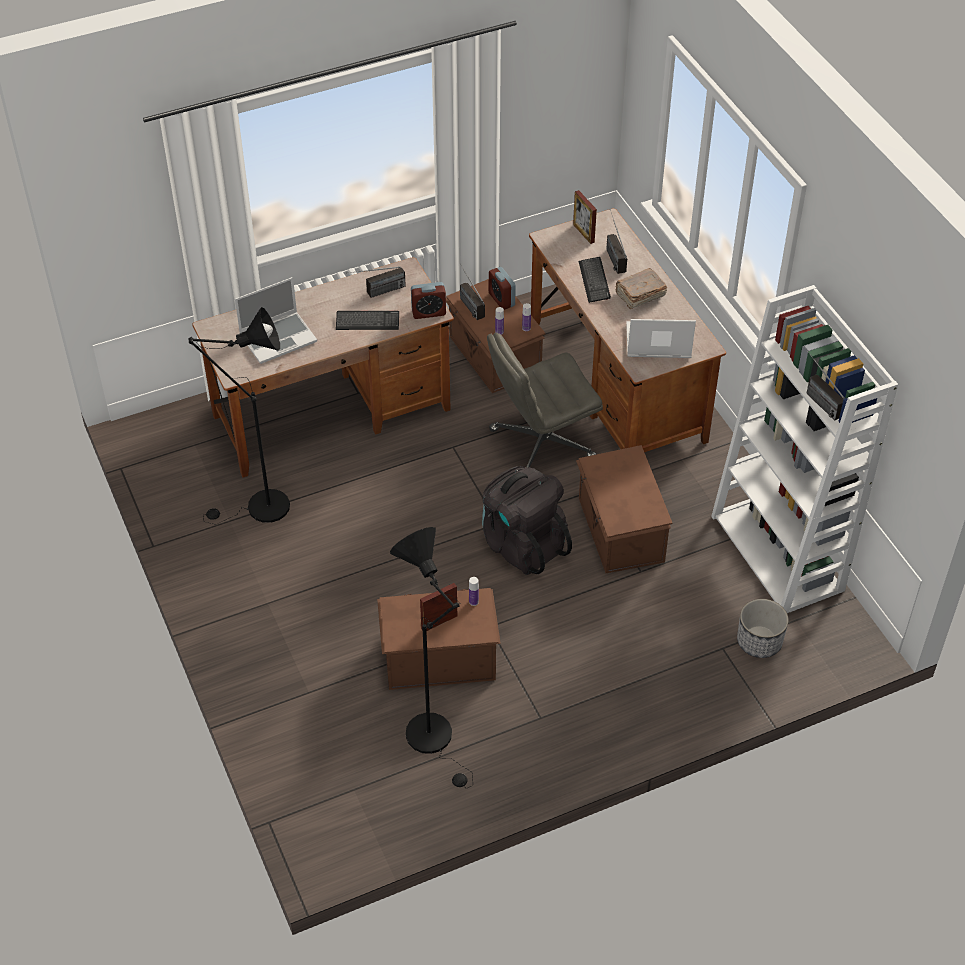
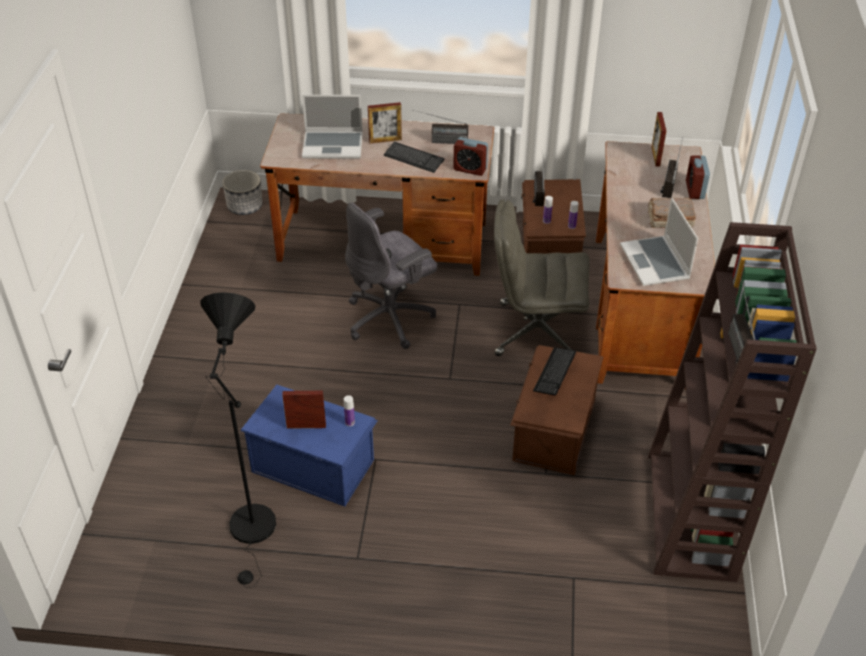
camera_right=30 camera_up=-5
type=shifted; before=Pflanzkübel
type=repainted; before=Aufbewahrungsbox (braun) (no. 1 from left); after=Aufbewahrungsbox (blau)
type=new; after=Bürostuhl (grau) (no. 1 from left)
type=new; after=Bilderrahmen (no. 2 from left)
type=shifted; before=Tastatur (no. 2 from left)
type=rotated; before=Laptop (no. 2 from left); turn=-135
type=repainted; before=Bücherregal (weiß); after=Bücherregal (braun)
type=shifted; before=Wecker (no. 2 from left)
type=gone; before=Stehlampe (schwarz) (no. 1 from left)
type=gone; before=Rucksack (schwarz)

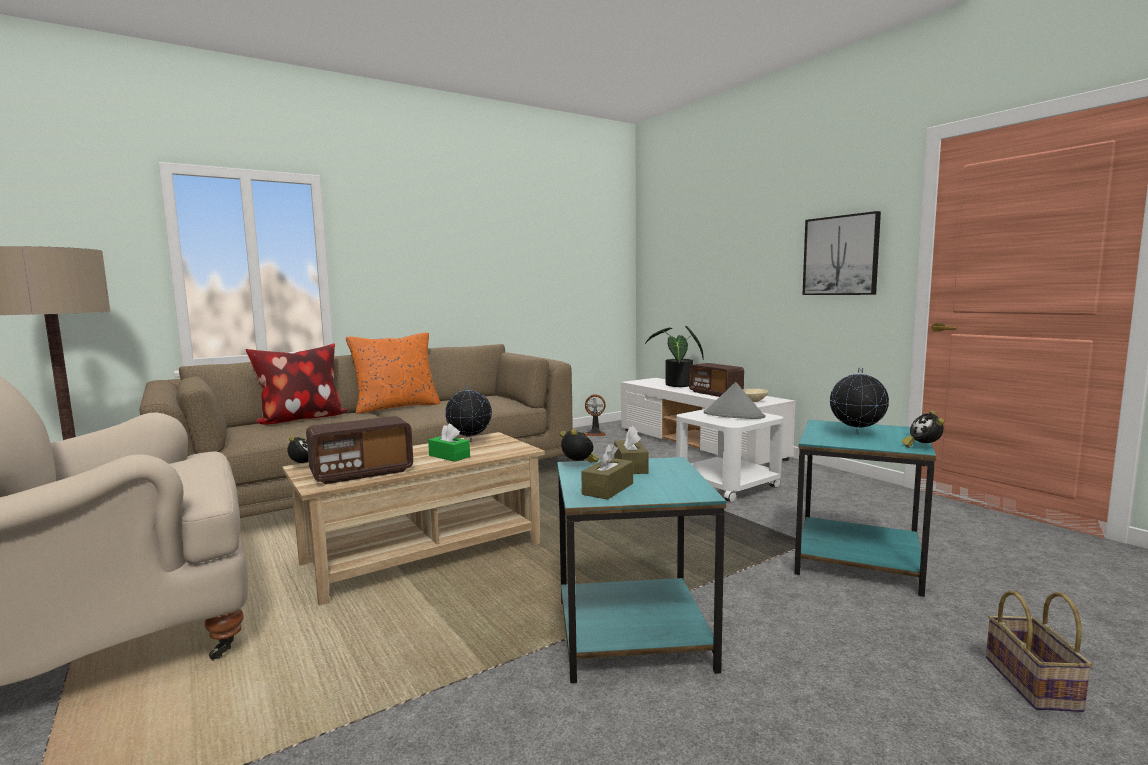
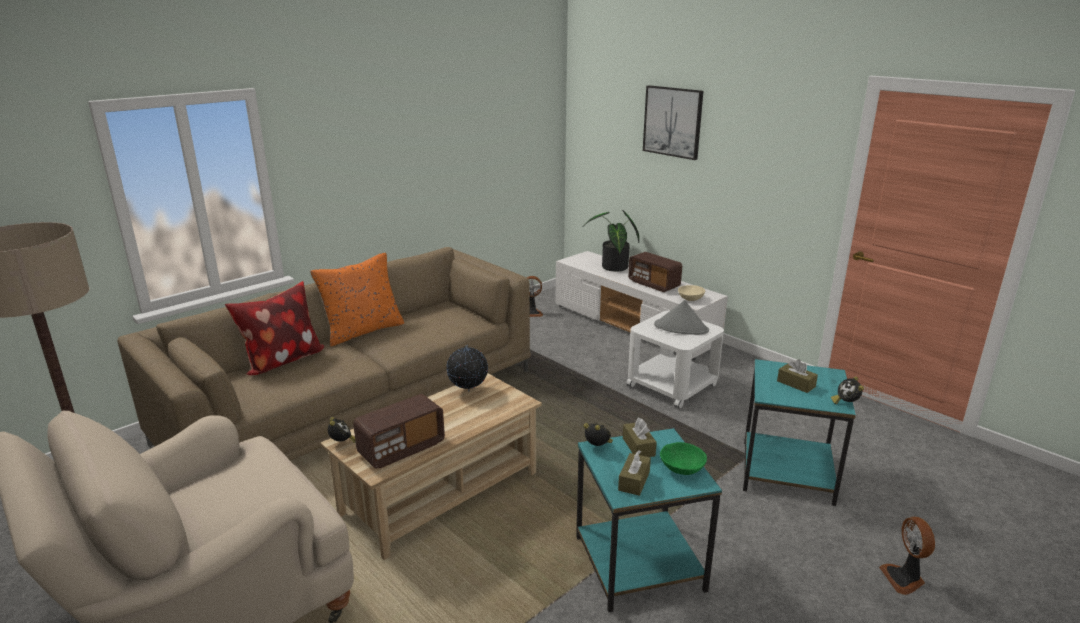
camera_right=-10 camera_up=15
type=shifted; before=Bild
type=new; after=Schüssel (grün)
type=swapped; before=Globus (no. 2 from left); after=Taschentuchbox (braun) (no. 3 from left)
type=swapped; before=Korb; after=Ventilator (no. 2 from left)
type=gone; before=Taschentuchbox (grün)

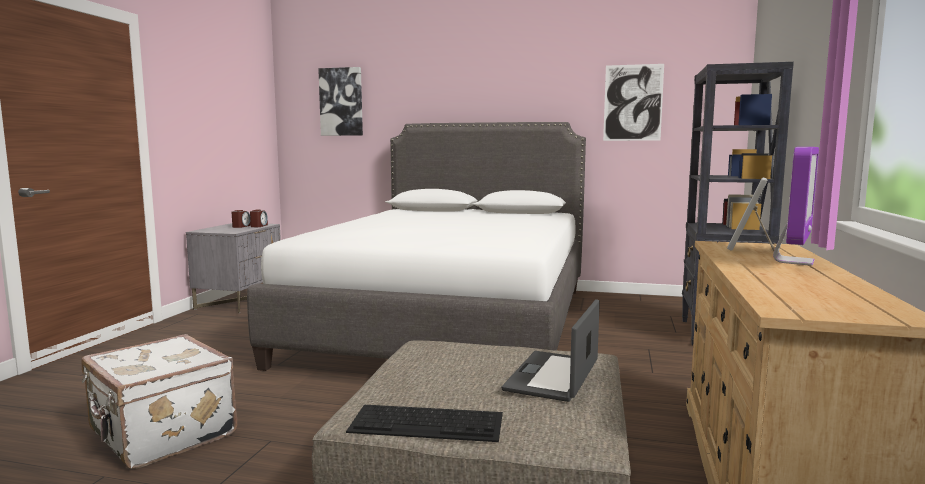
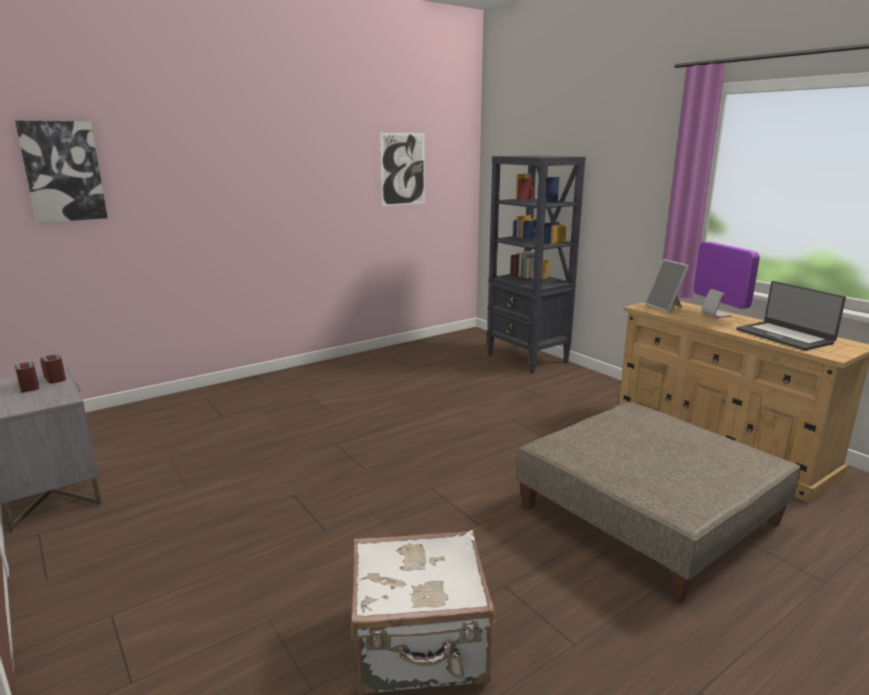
camera_right=-50 camera_up=10
type=shifted; before=Laptop
type=gone; before=Bett (weiß)
type=gone; before=Tastatur

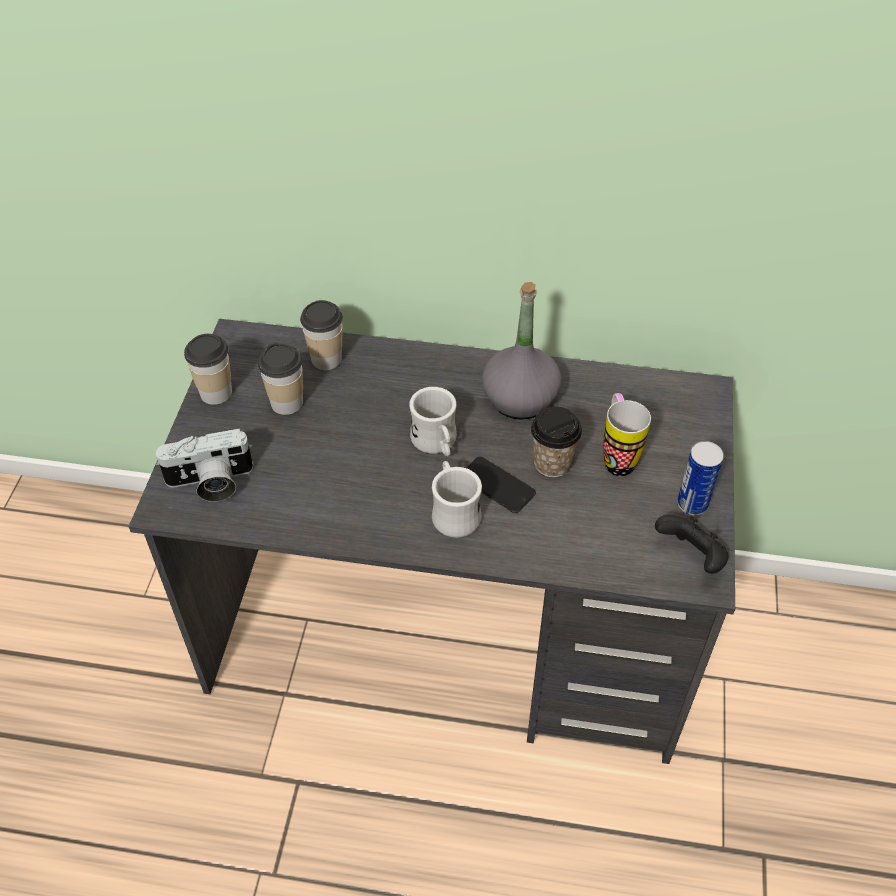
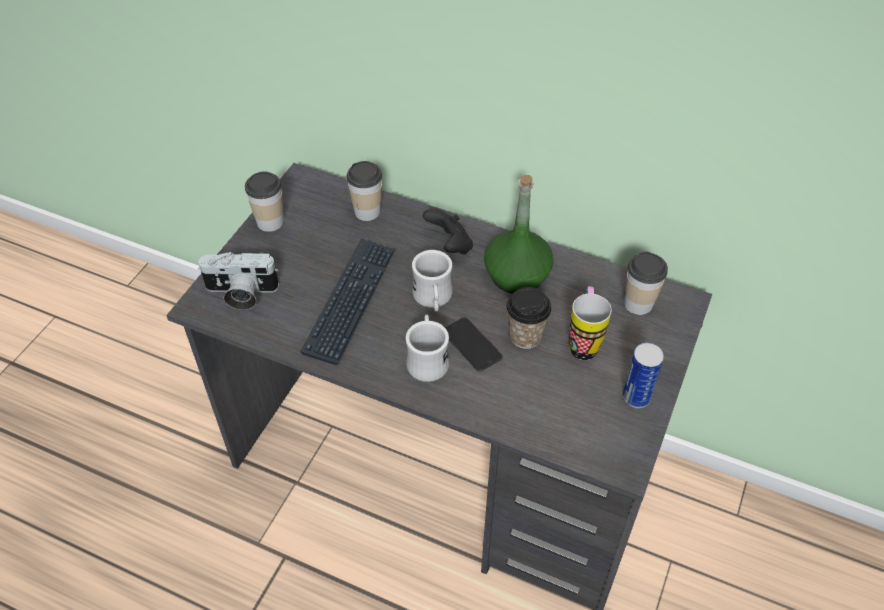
camera_right=15 camera_up=0
type=new; after=Tastatur
type=shifted; before=Gamepad (schwarz)
type=repainted; before=Flasche (grau); after=Flasche (grün)
type=shifted; before=Tasse (no. 2 from left in the first image); after=Tasse (no. 4 from left)

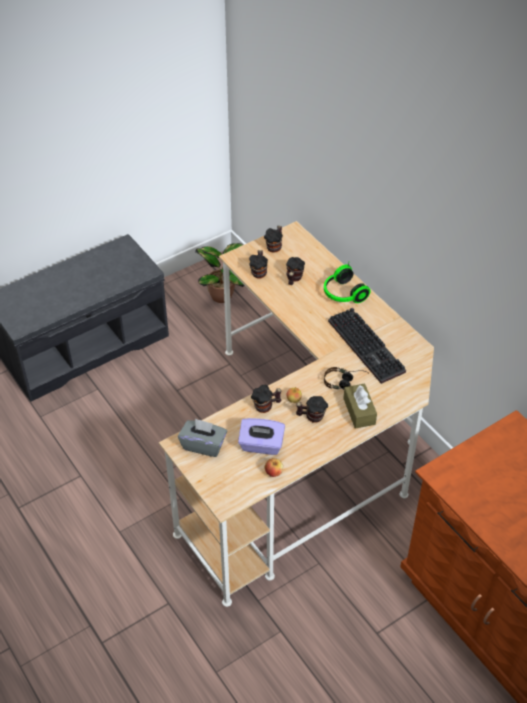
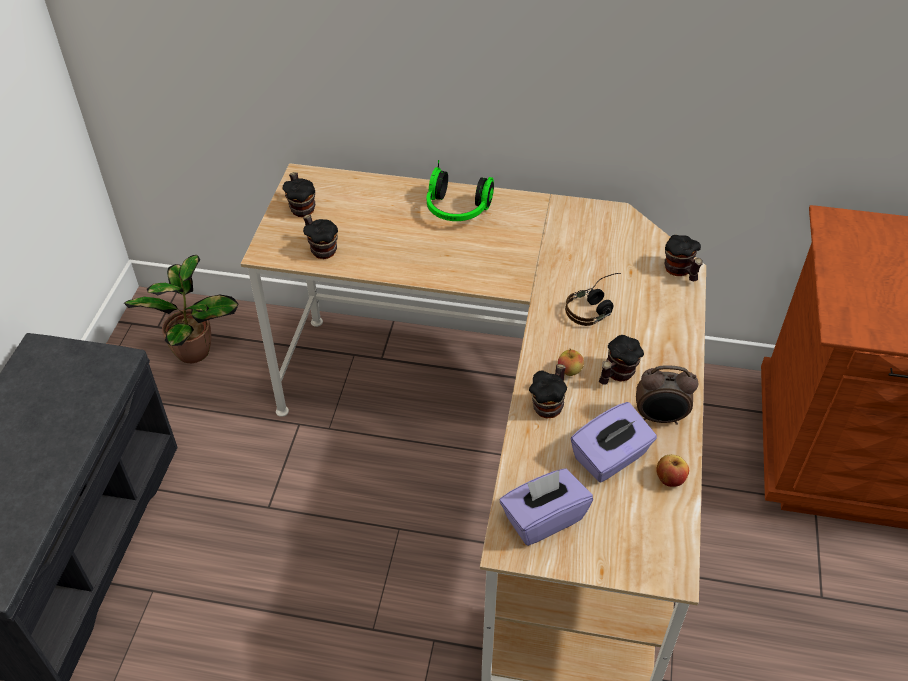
camera_right=-45 camera_up=0
type=repainted; before=Taschentuchbox (grau); after=Taschentuchbox (lila) (no. 1 from left)
type=new; after=Wecker
type=shifted; before=Henkelbecher (no. 4 from left in the first image); after=Henkelbecher (no. 5 from left)
type=gone; before=Tastatur
type=gone; before=Taschentuchbox (braun)

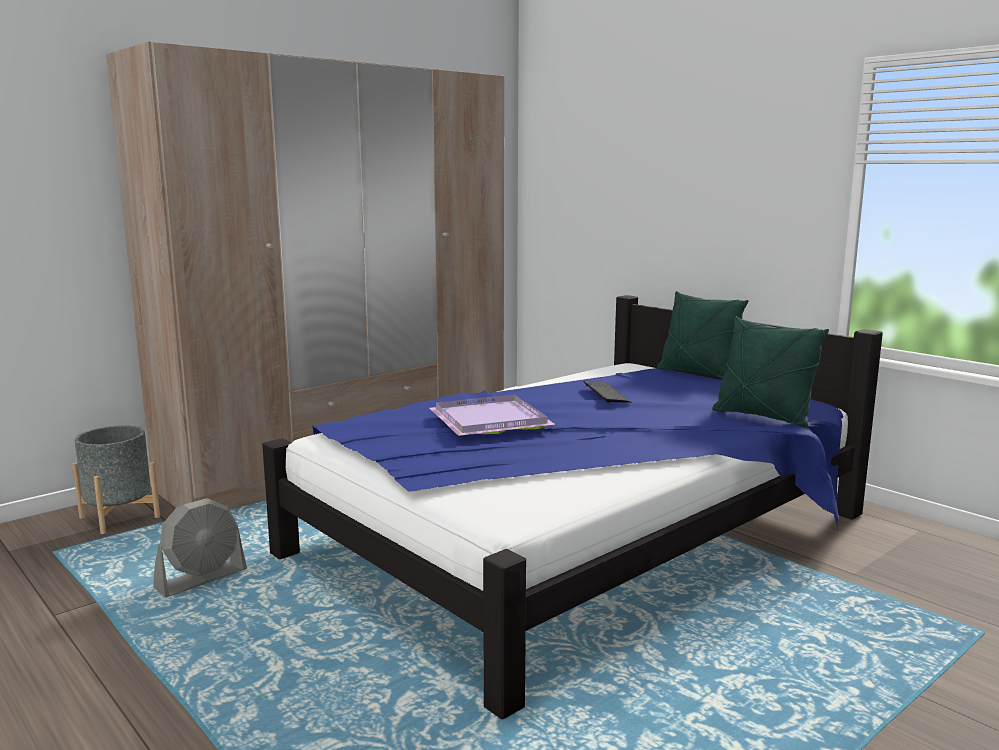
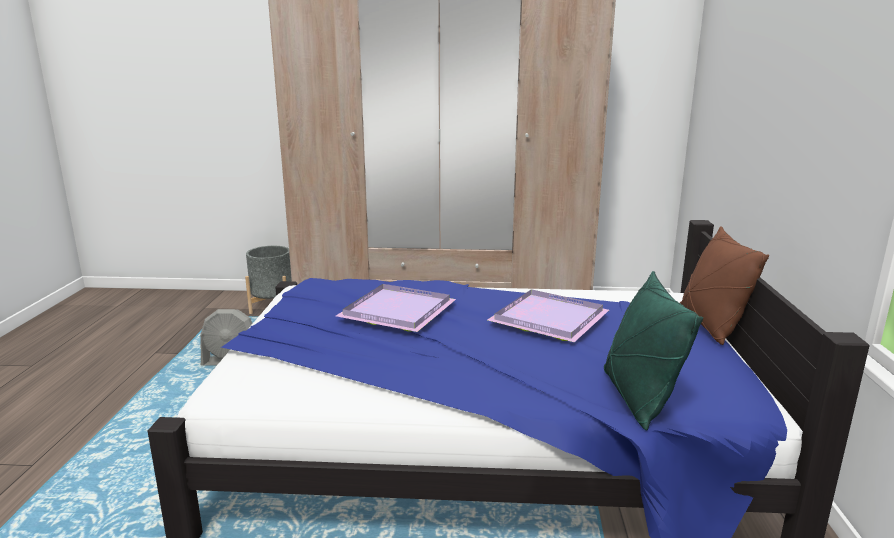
camera_right=45 camera_up=5
type=swapped; before=Tastatur; after=Tablett (lila) (no. 2 from left)
type=repainted; before=Kissen (grün) (no. 1 from left); after=Kissen (braun)

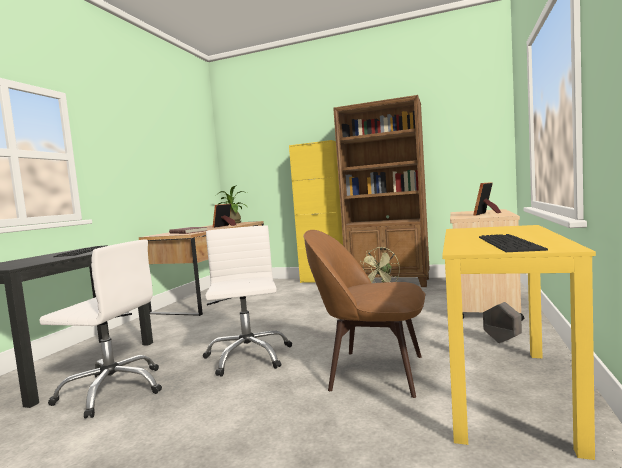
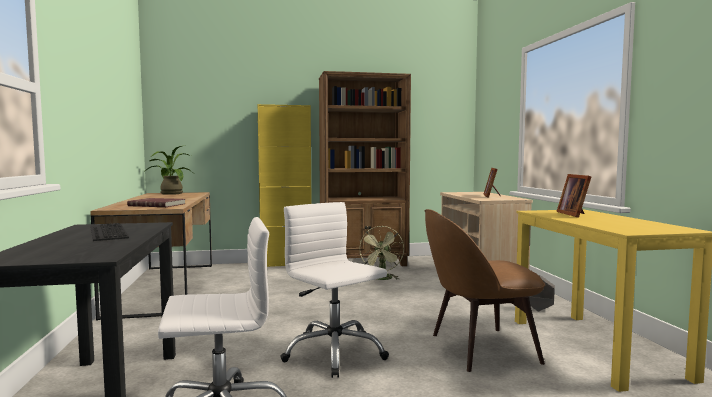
camera_right=-30 camera_up=0
type=shifted; before=Bilderrahmen (no. 1 from left in the first image); after=Bilderrahmen (no. 2 from left)
type=gone; before=Tastatur (no. 2 from left)

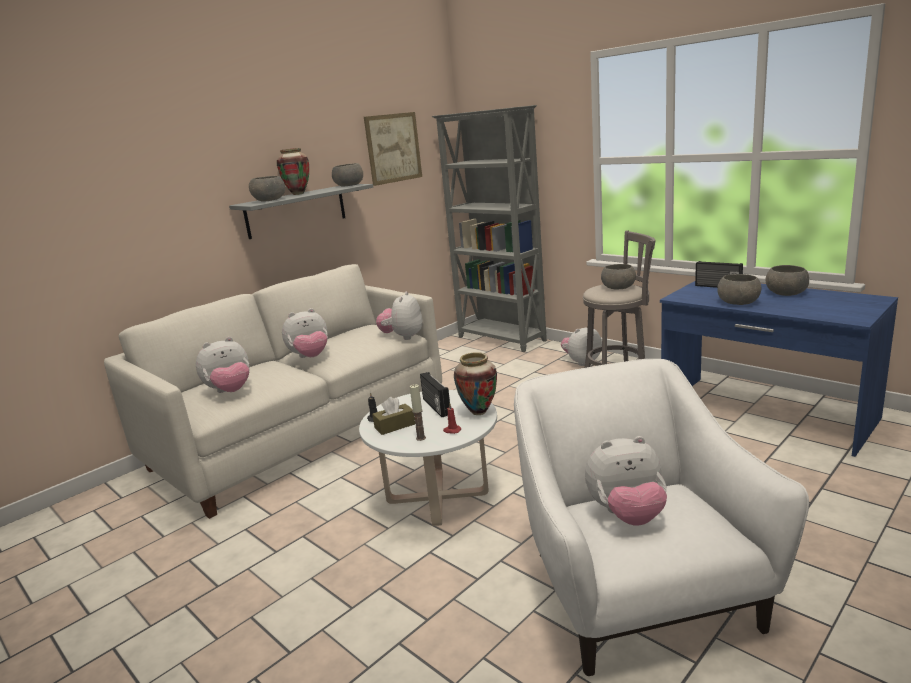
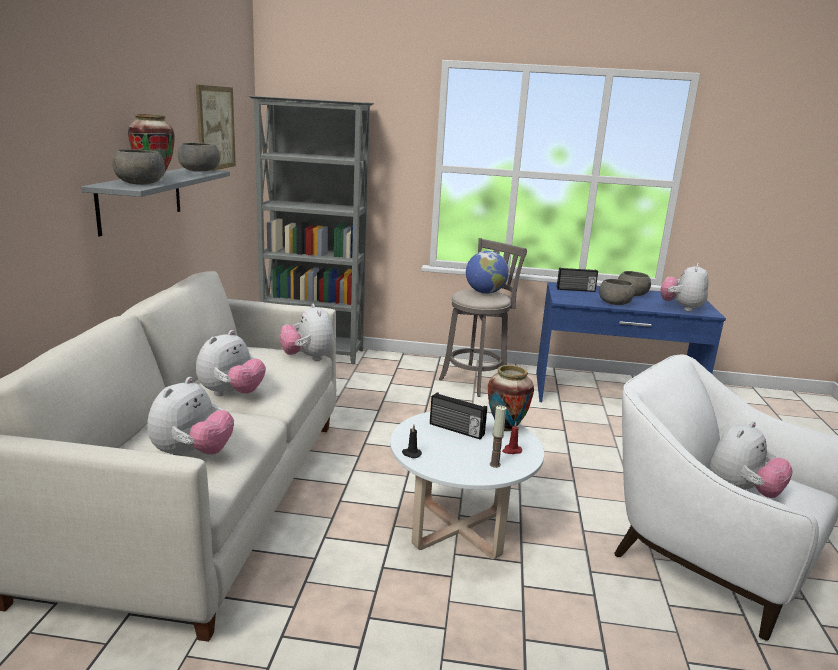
camera_right=-40 camera_up=0
type=swapped; before=Schüssel (grau) (no. 3 from left); after=Globus
type=shifted; before=Plüschtier (no. 4 from left)
type=gone; before=Taschentuchbox (braun)

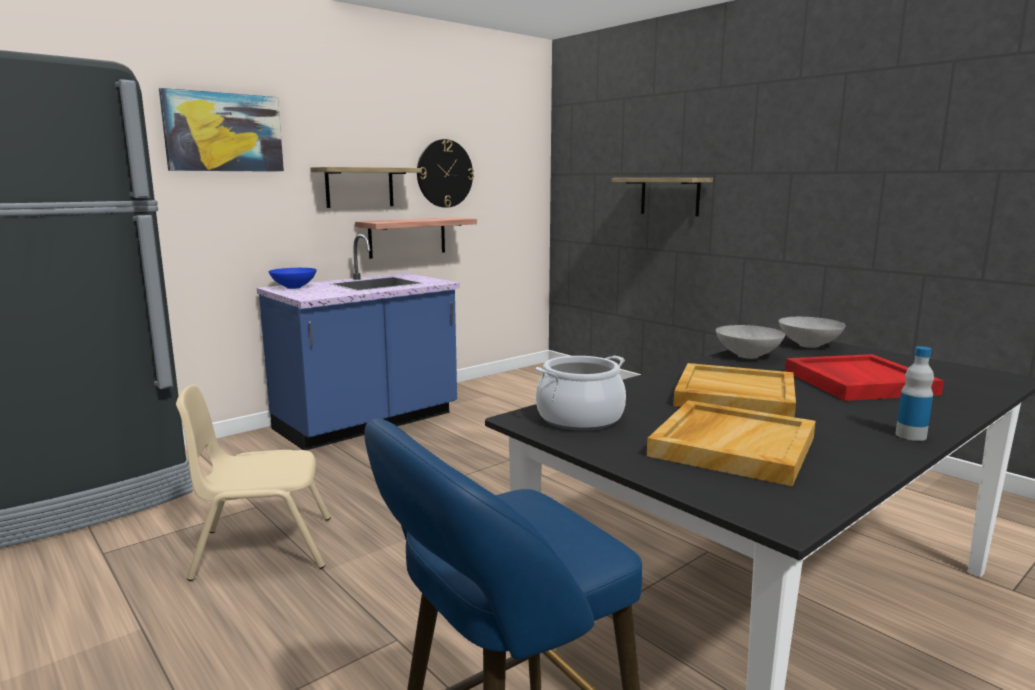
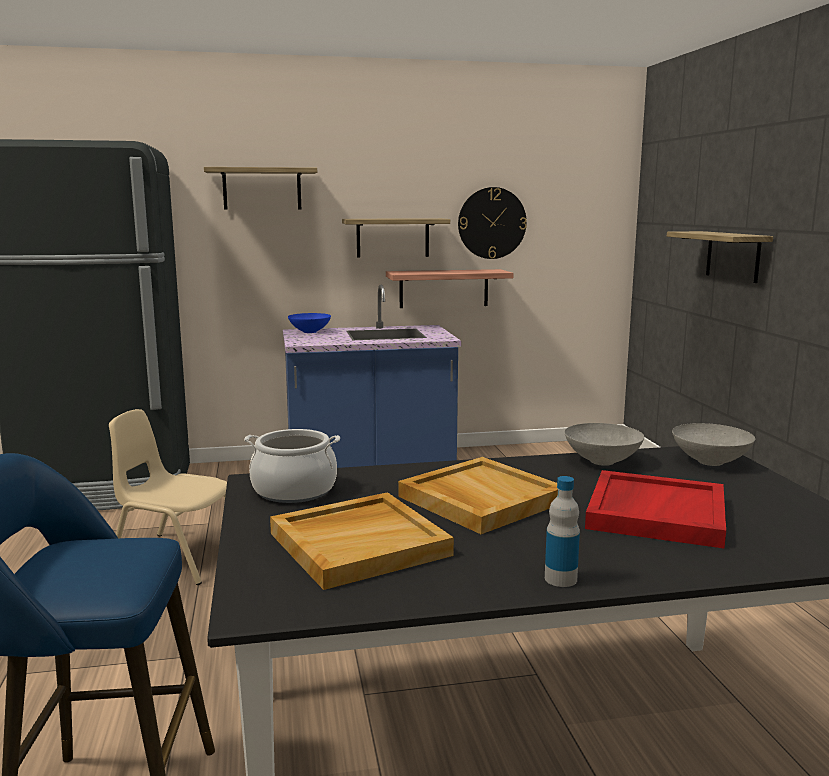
camera_right=30 camera_up=0
type=swapped; before=Bild; after=Wandregal (no. 1 from left)

